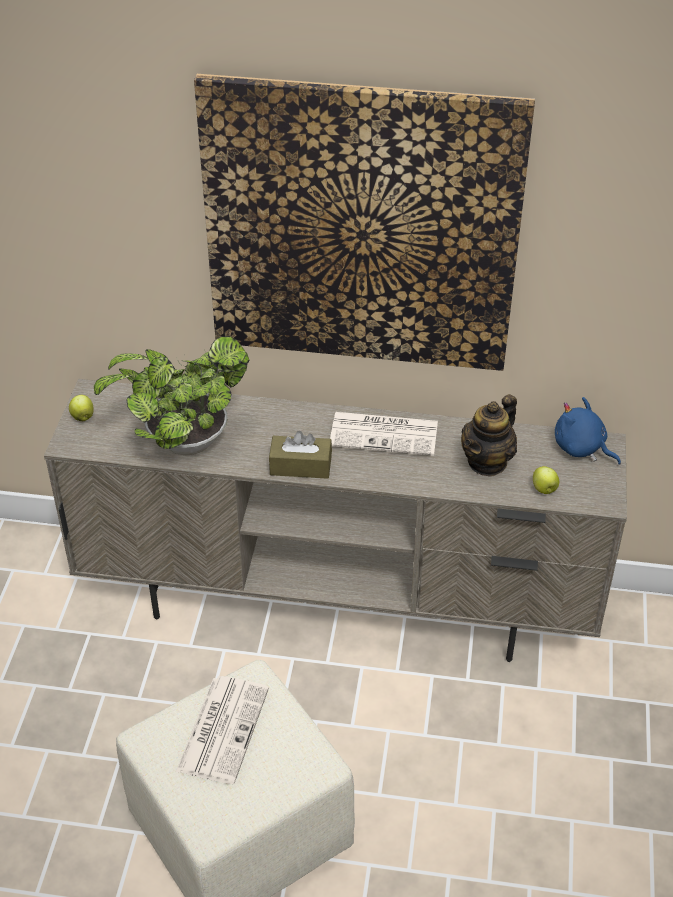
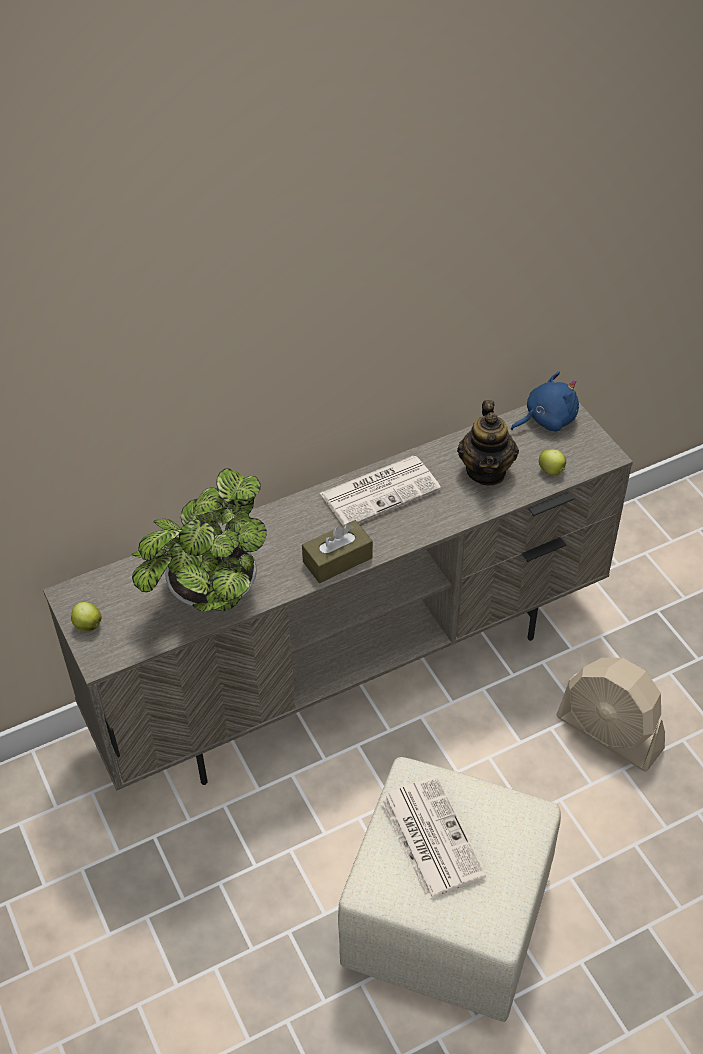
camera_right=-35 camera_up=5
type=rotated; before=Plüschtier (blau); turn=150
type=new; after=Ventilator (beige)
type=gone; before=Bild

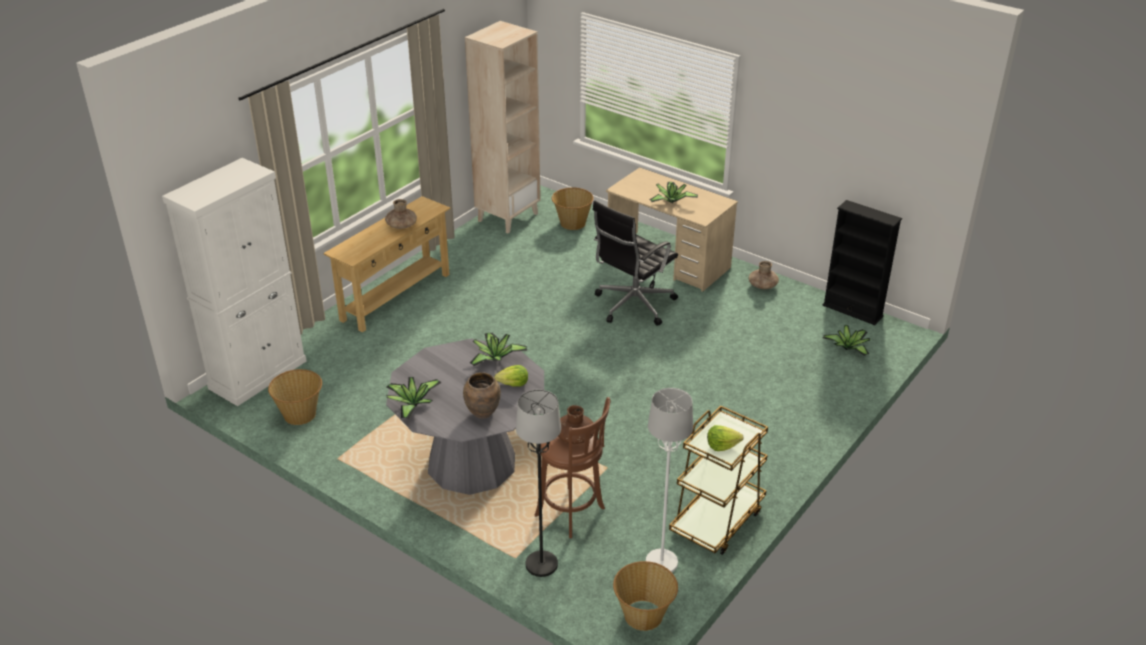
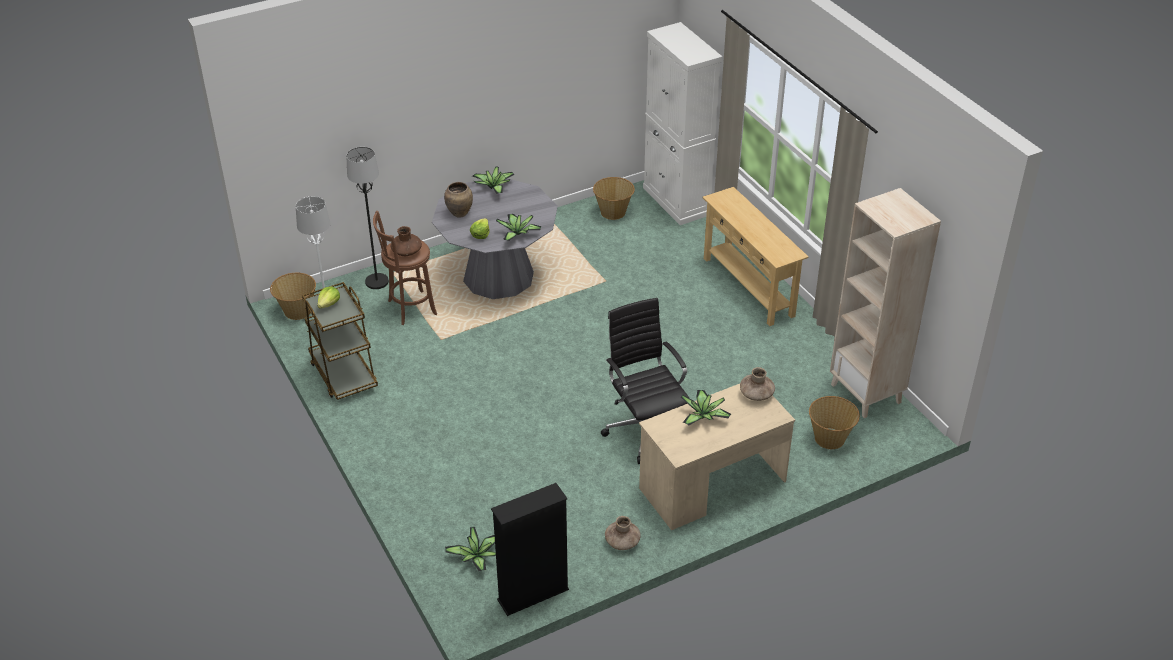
camera_right=115 camera_up=5
type=shifted; before=Vase (braun) (no. 1 from left in the first image); after=Vase (braun) (no. 4 from left)

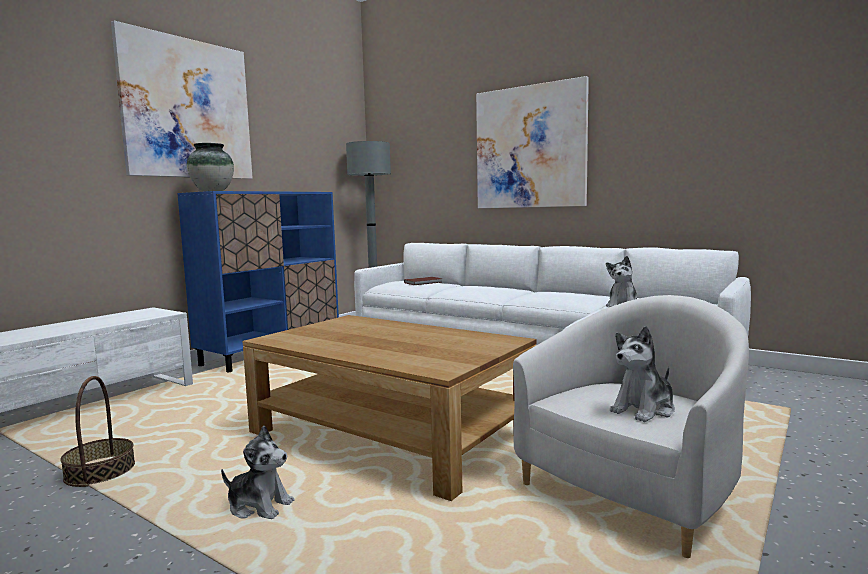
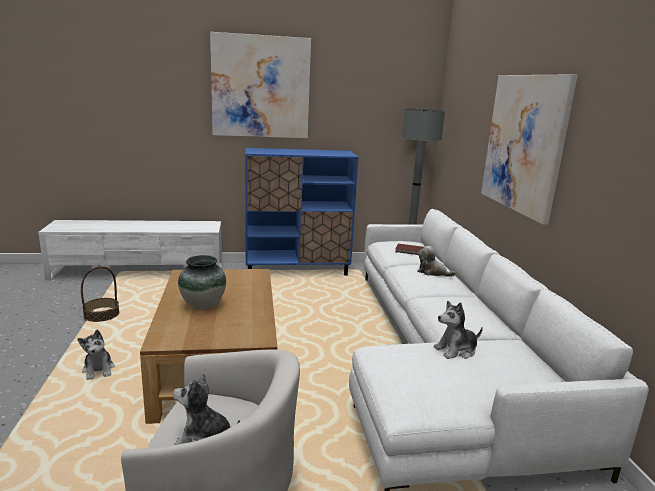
camera_right=45 camera_up=10
type=shifted; before=Vase
type=new; after=Plüschtier (no. 3 from left)

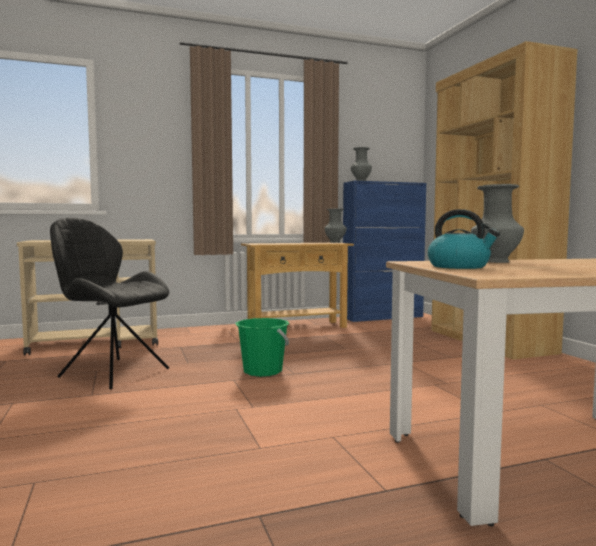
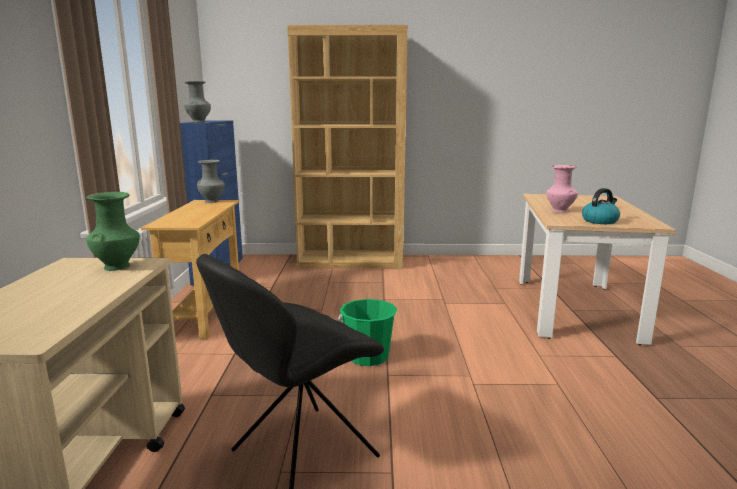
camera_right=-70 camera_up=10
type=new; after=Vase (grün)
type=repainted; before=Vase (grau) (no. 3 from left); after=Vase (rosa)

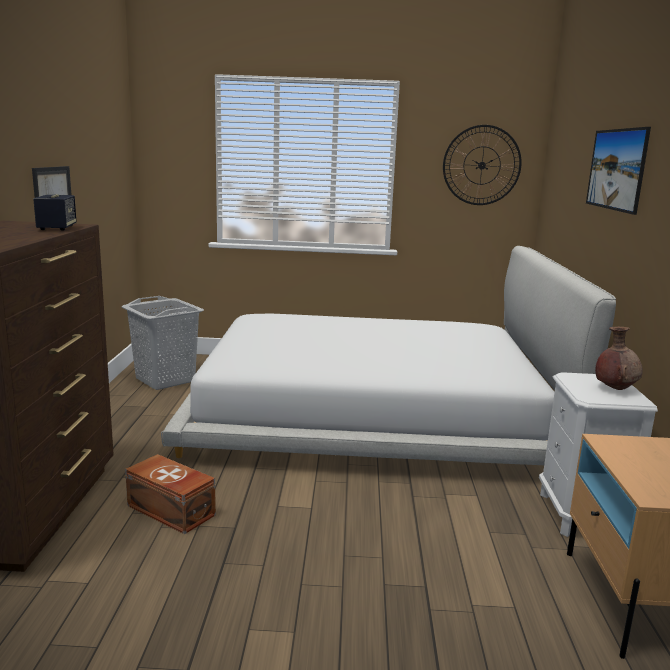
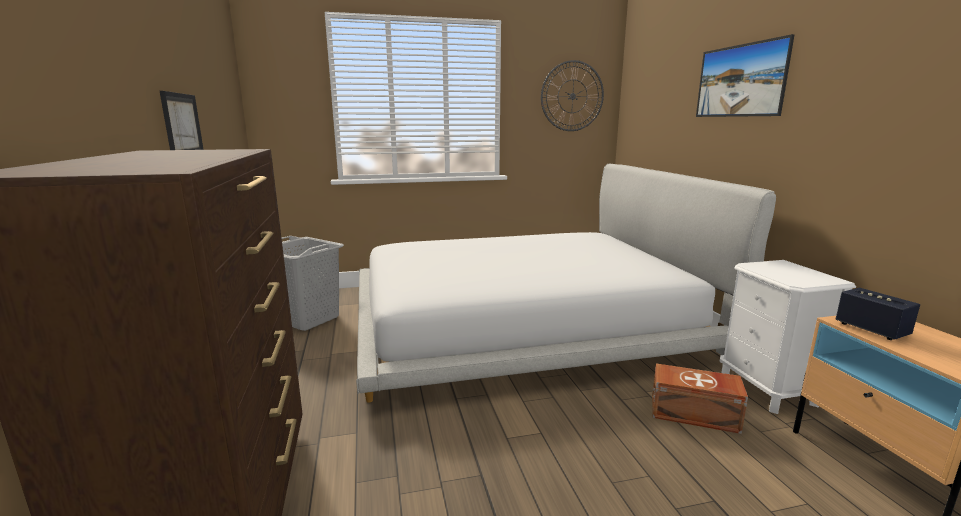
camera_right=-15 camera_up=0
type=shifted; before=Aufbewahrungsbox (braun)
type=shifted; before=Lautsprecher
type=gone; before=Vase (braun)

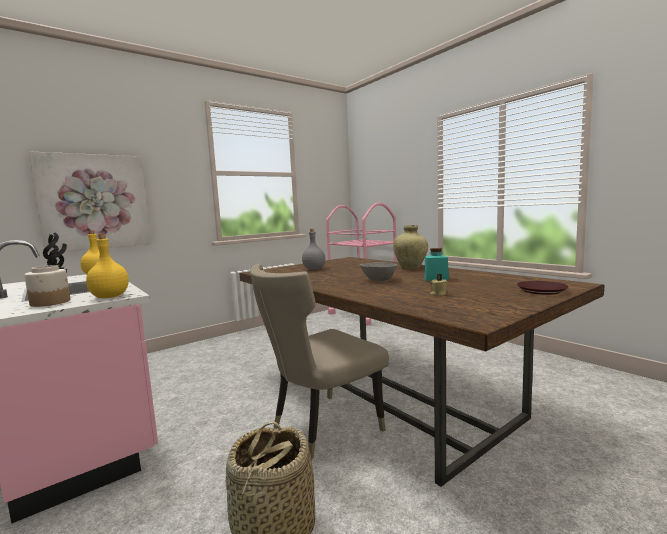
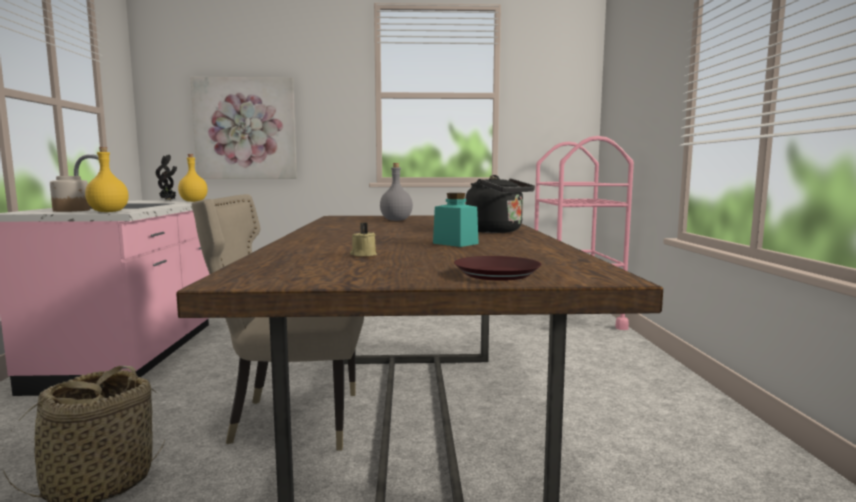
camera_right=35 camera_up=0
type=swapped; before=Vase (beige); after=Wasserkessel (schwarz)
type=gone; before=Schüssel (grau)

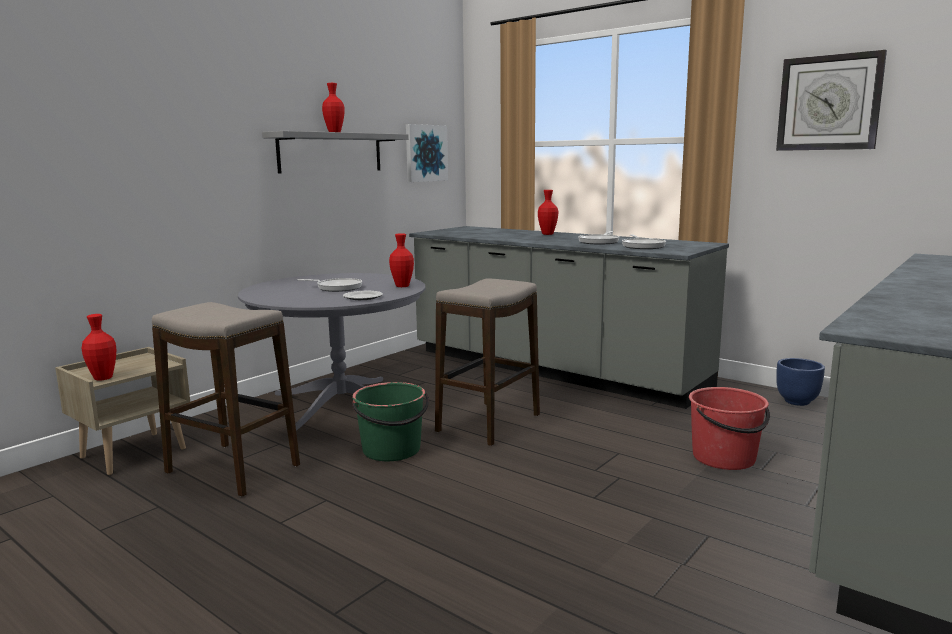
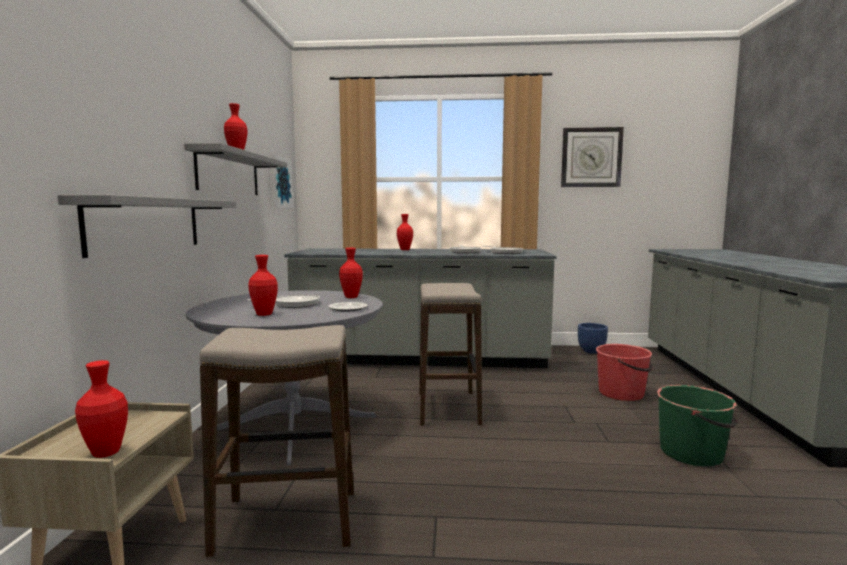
camera_right=-35 camera_up=-5
type=new; after=Wandregal (grau) (no. 1 from left)
type=new; after=Vase (rot) (no. 3 from left)
type=shifted; before=Eimer (grün)

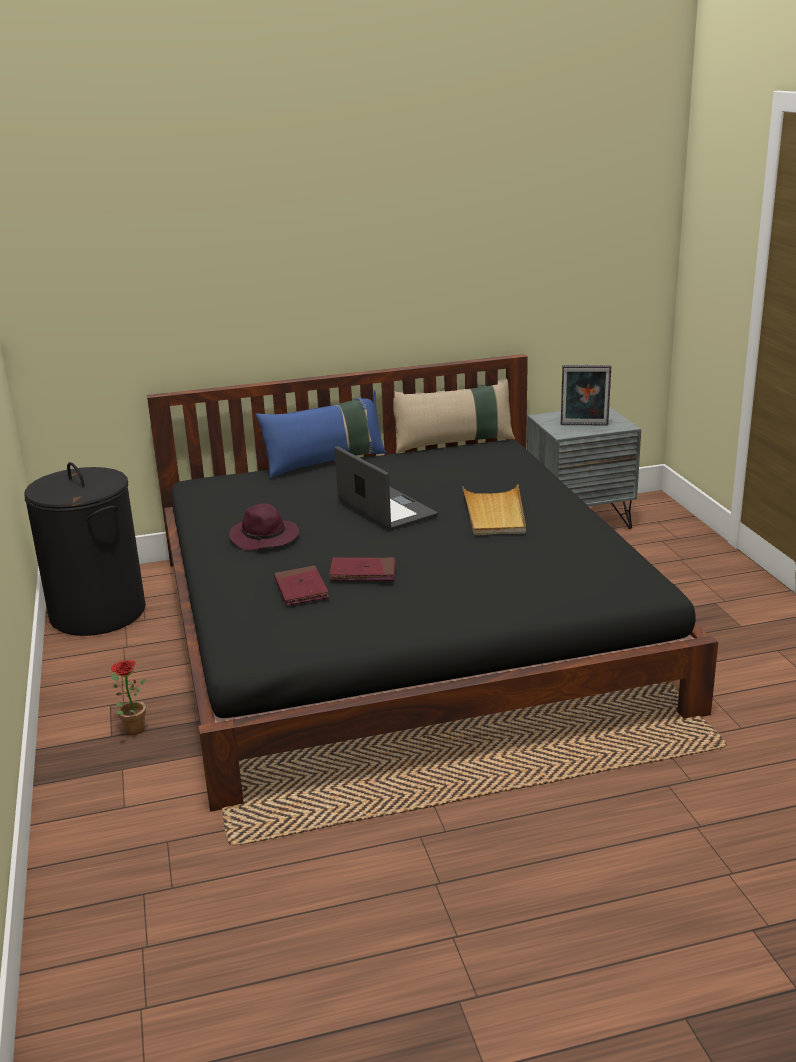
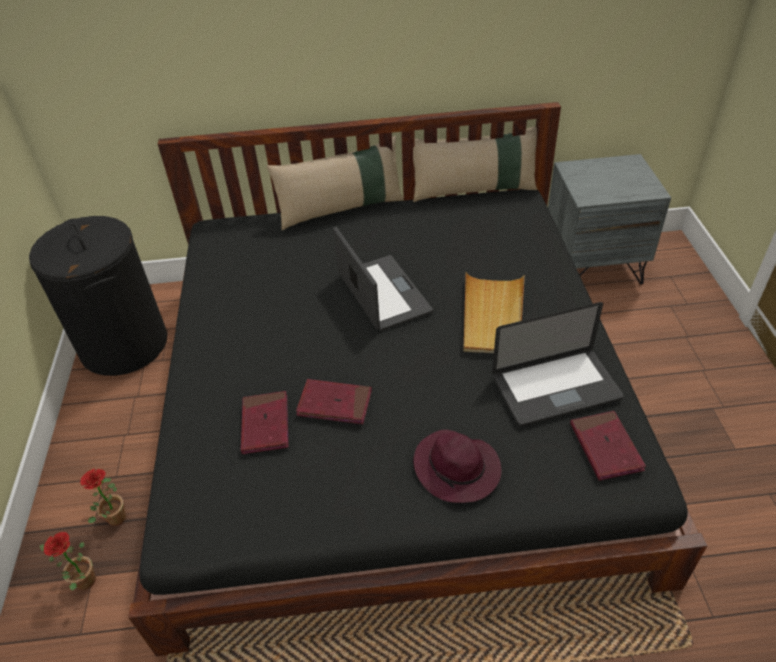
camera_right=10 camera_up=20
type=new; after=Topfpflanze (no. 1 from left)
type=repainted; before=Kissen (blau); after=Kissen (beige) (no. 1 from left)
type=shifted; before=Hut (lila)
type=new; after=Laptop (no. 2 from left)
type=new; after=Buch (rot) (no. 3 from left)
type=gone; before=Bilderrahmen

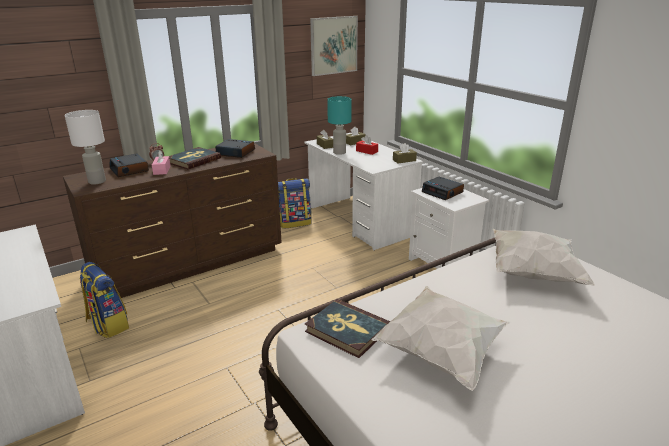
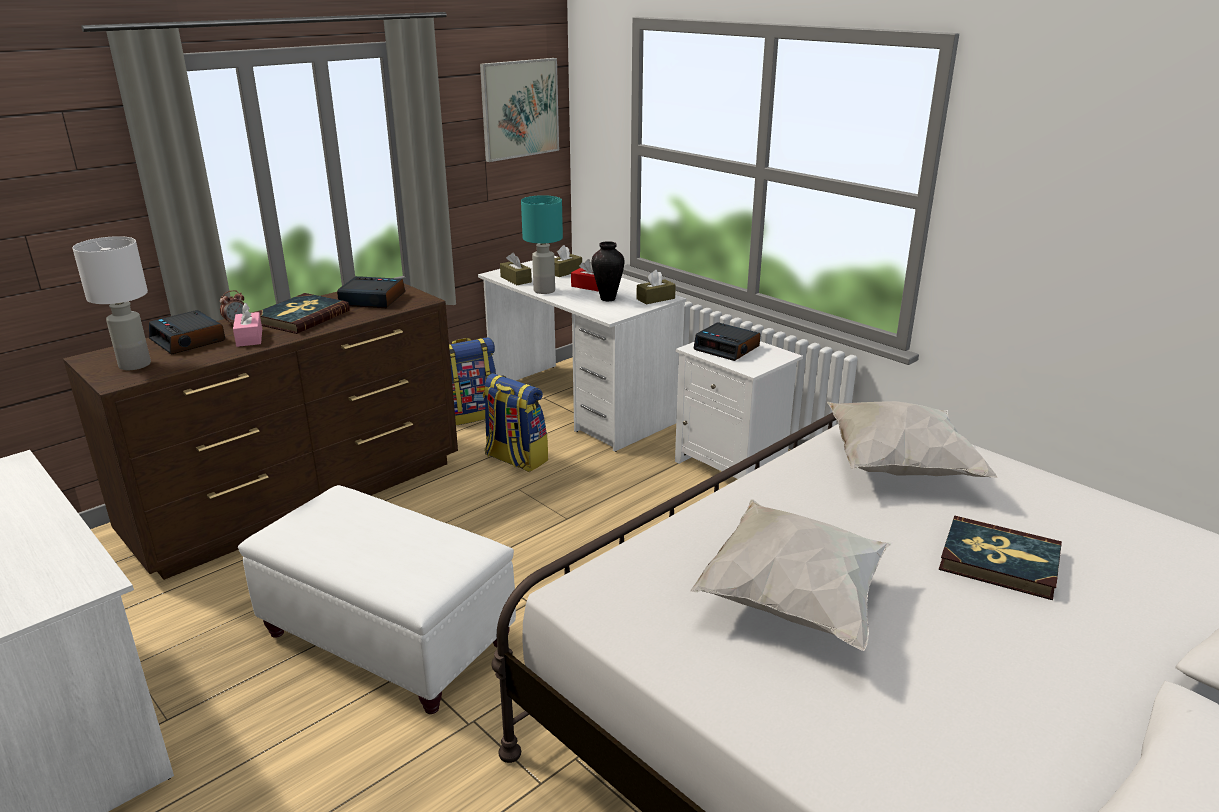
camera_right=-10 camera_up=0
type=new; after=Polsterhocker (weiß)
type=shifted; before=Rucksack (no. 1 from left in the first image); after=Rucksack (no. 2 from left)
type=new; after=Vase
type=shifted; before=Buch (no. 2 from left)

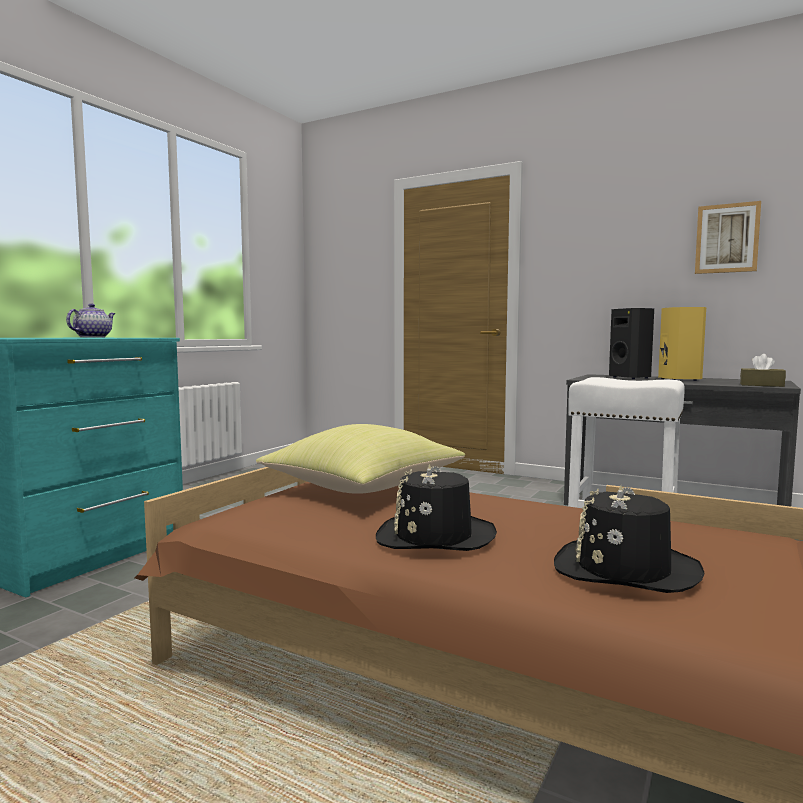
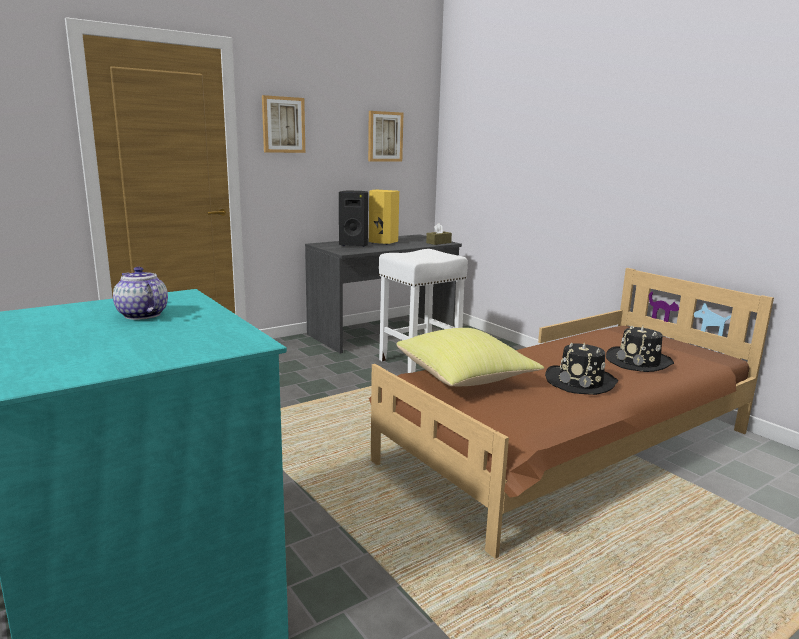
camera_right=-65 camera_up=10
type=new; after=Bild (no. 1 from left)

